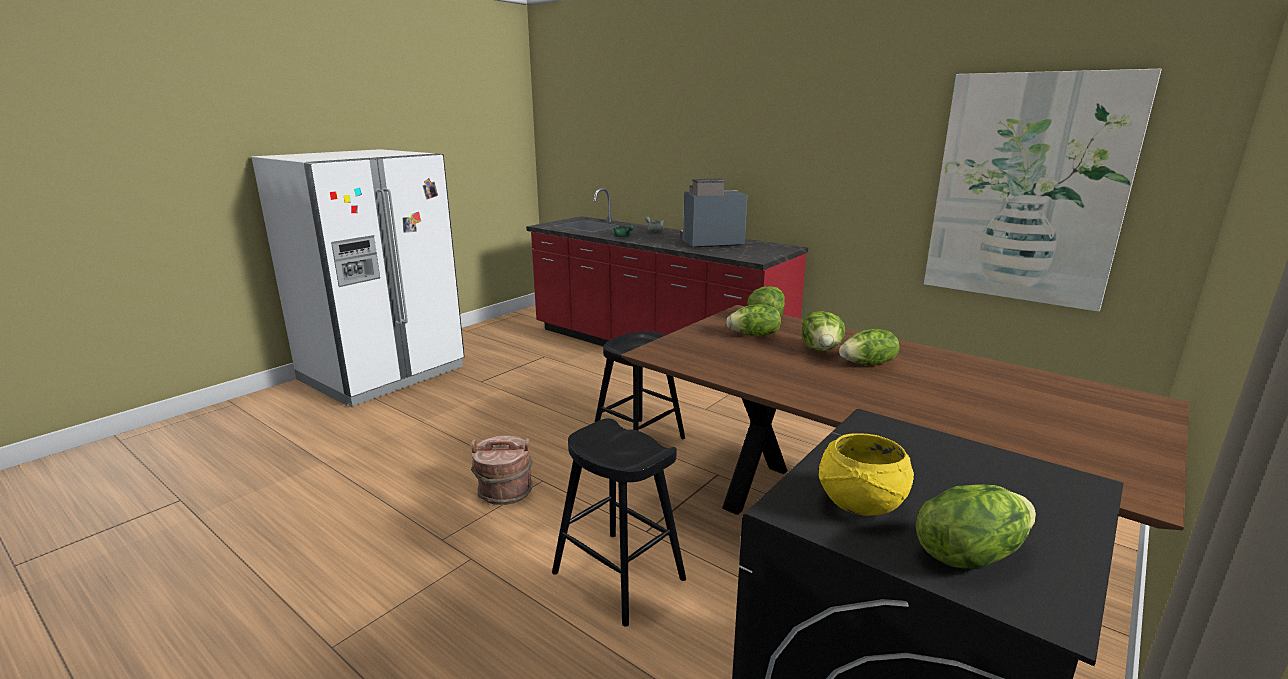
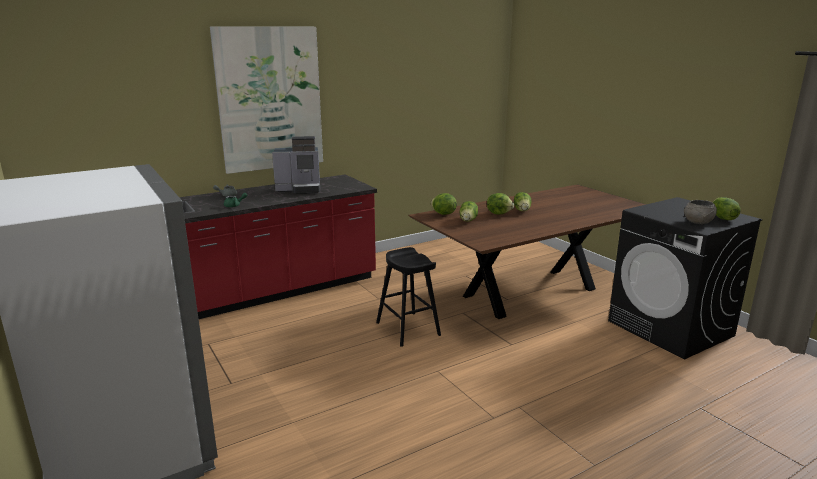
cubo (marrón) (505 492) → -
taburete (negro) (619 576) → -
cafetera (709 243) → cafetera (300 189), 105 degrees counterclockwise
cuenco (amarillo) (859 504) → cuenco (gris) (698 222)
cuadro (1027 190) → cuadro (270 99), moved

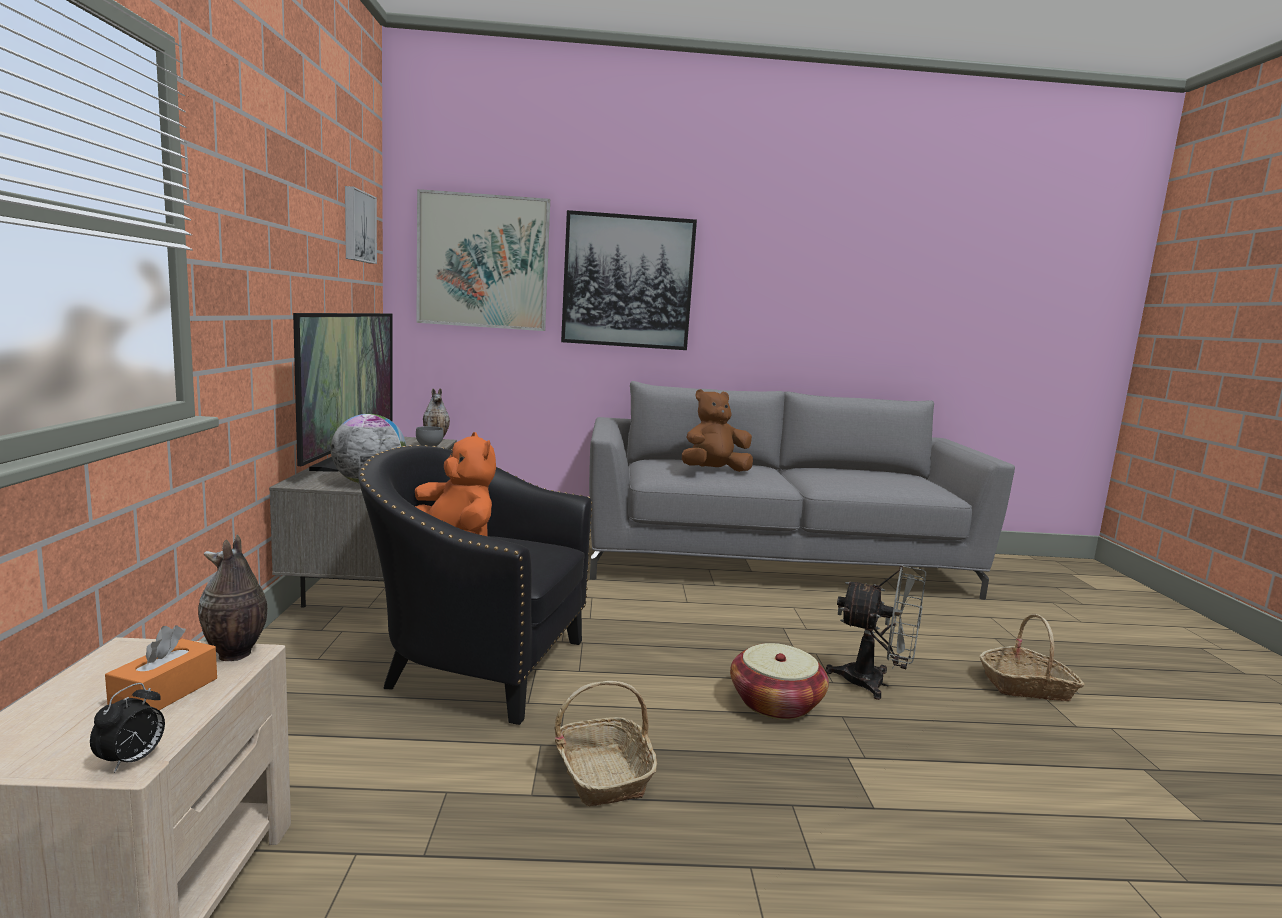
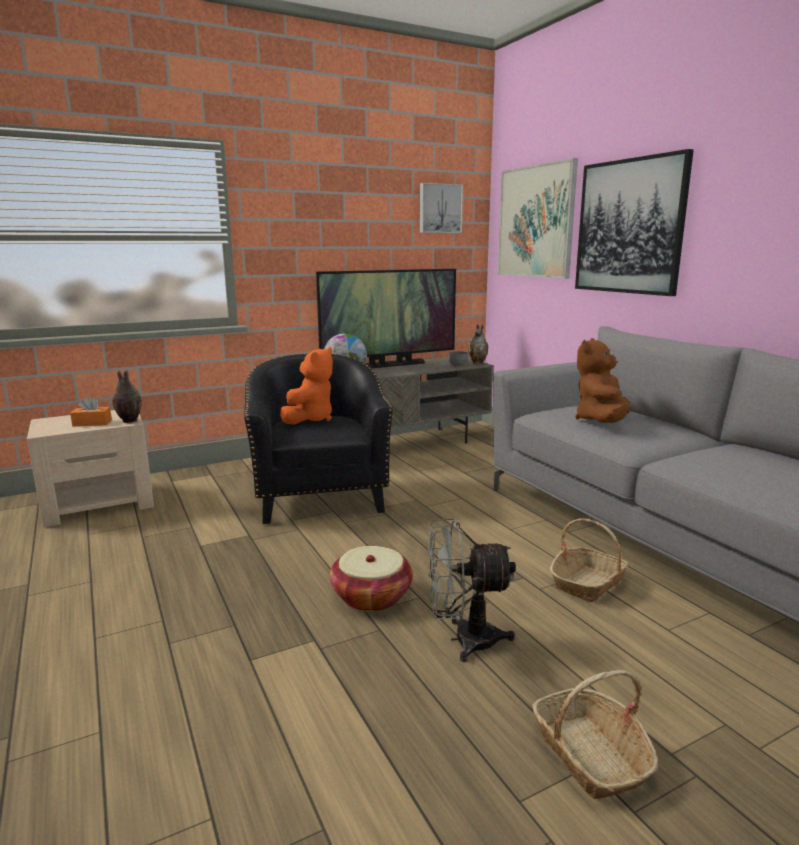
despertador (132 761) → -
cesta (602 773) → cesta (588 583), moved
peluche (marrón) (714 471) → peluche (marrón) (602 422), 105 degrees counterclockwise
ventilador (gris) (875 683) → ventilador (gris) (463 640), 90 degrees clockwise

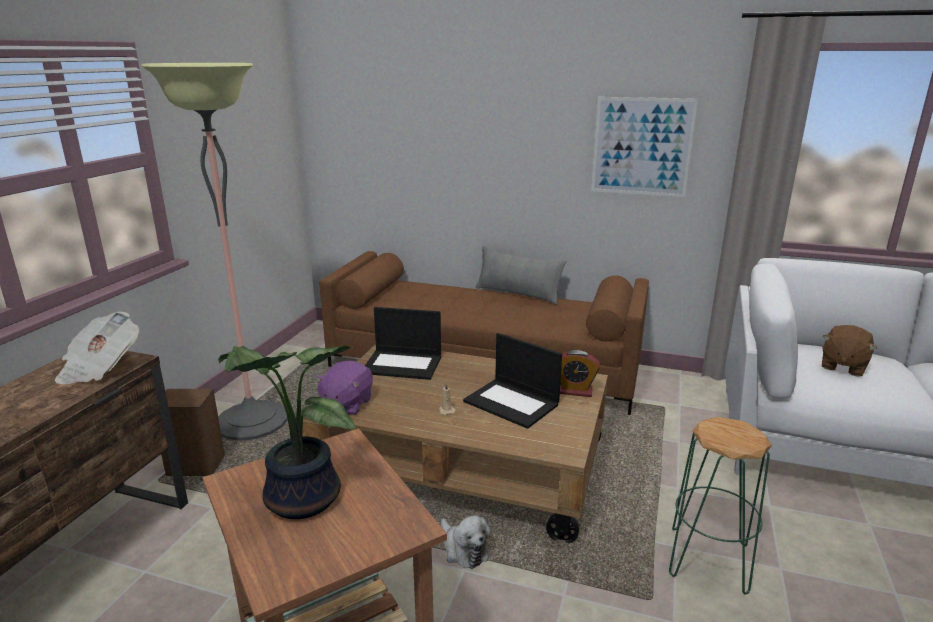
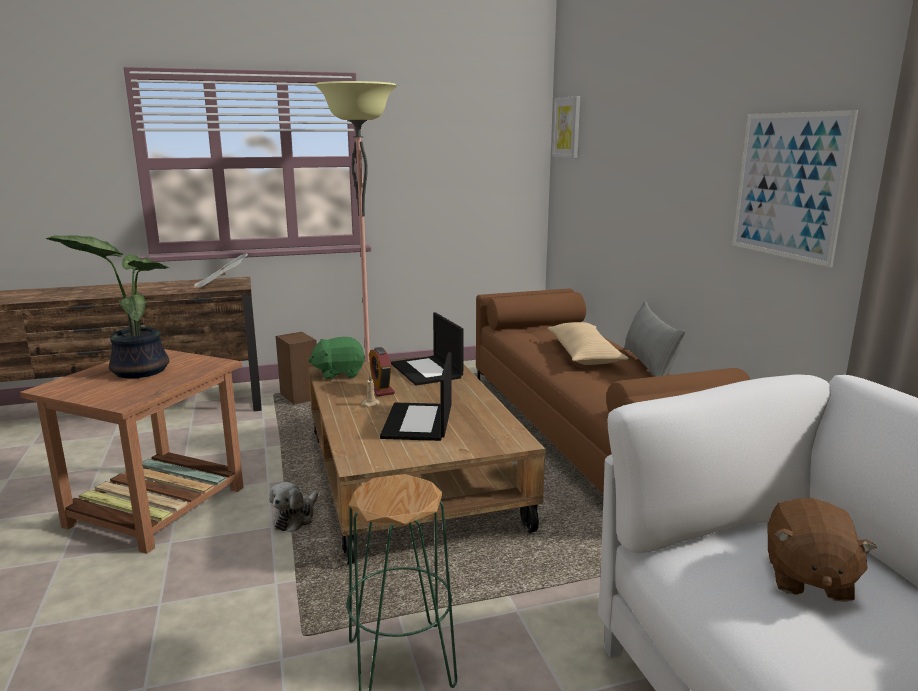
peluche (morado) (346 404) → peluche (verde) (339 373)
despertador (574 391) → despertador (381 389), moved
peluche (marrón) (842 366) → peluche (marrón) (807 578), 75 degrees counterclockwise
- → cojín (beis) (584 354)
- → cuadro (567 127)

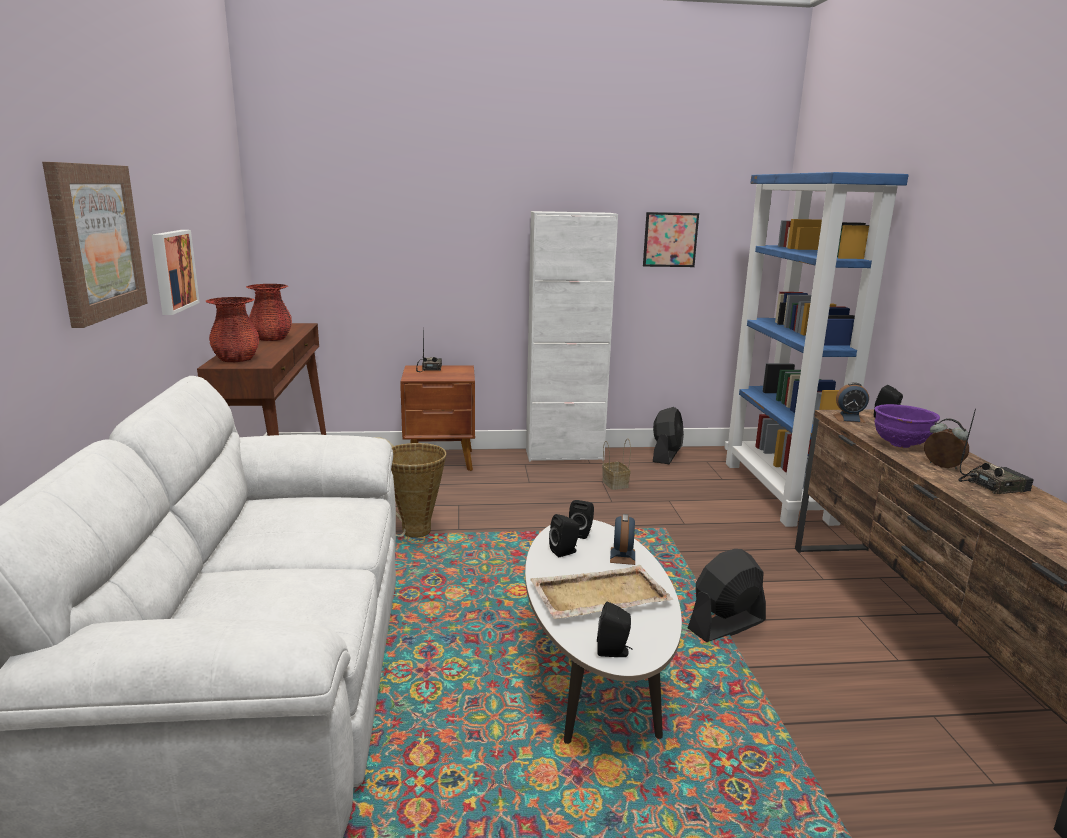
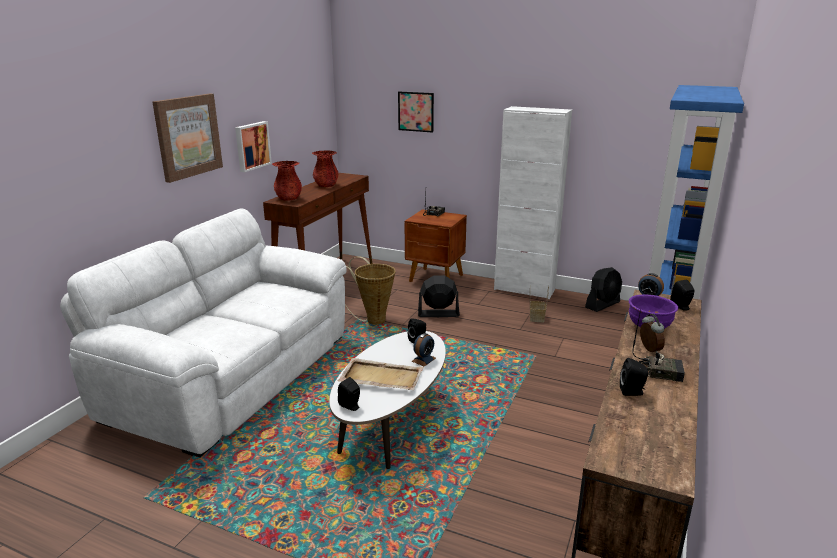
altavoz (negro) (565 552) → altavoz (negro) (632 392), moved
cuadro (670 239) → cuadro (416 111), moved
ventilador (negro) (726 625) → ventilador (negro) (438 313), moved

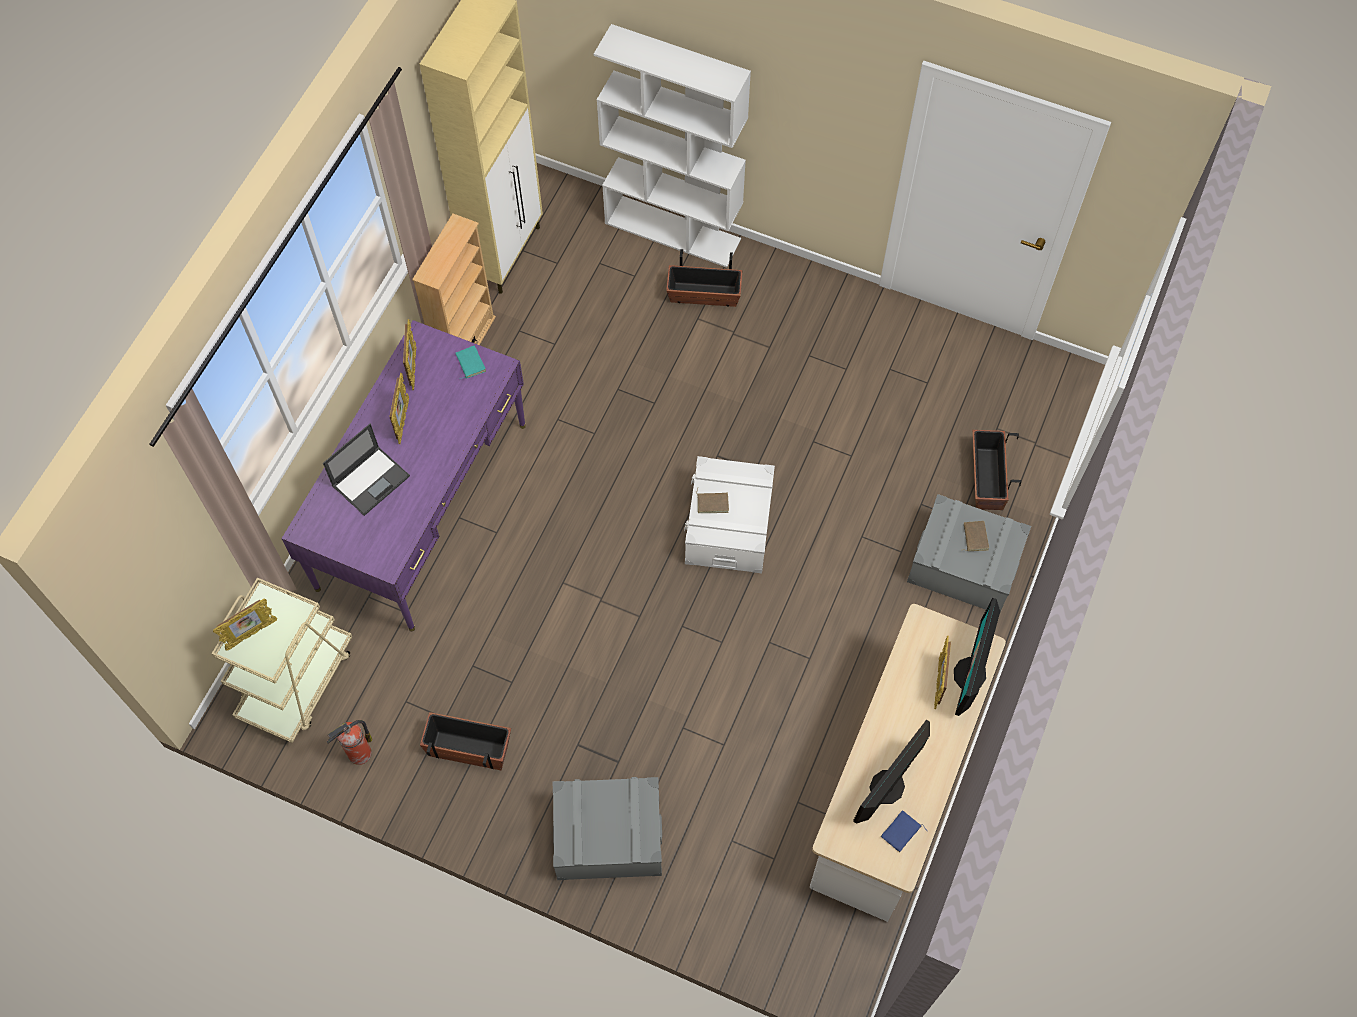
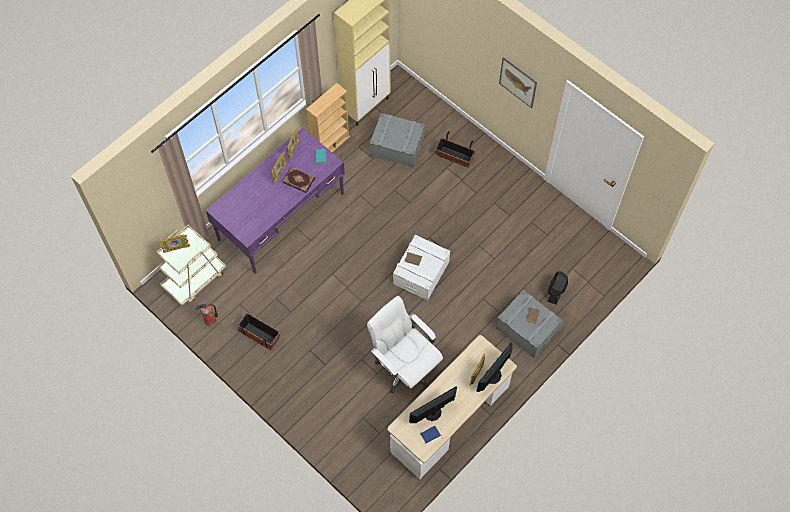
portátil (371 480) → -
caja de almacenaje (gris) (608 836) → caja de almacenaje (gris) (397 146), moved
estantería (blanco) (673 231) → -
maceta (986 478) → ventilador (negro) (556 291)
- → libro (299 180)
- → silla de oficina (blanco) (404 366)
- → cuadro (518 82)

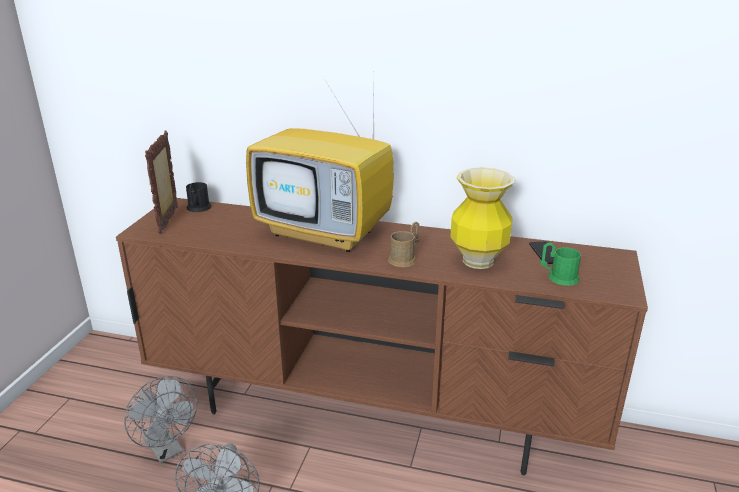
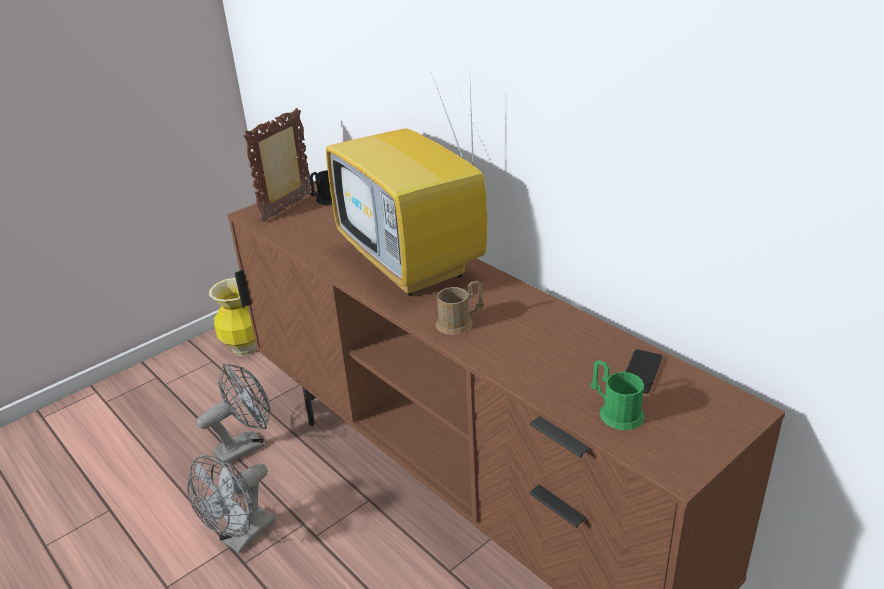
ventilador (gris) (167 450) → ventilador (gris) (246 445), 120 degrees counterclockwise
florero (478 261) → florero (244 348), moved

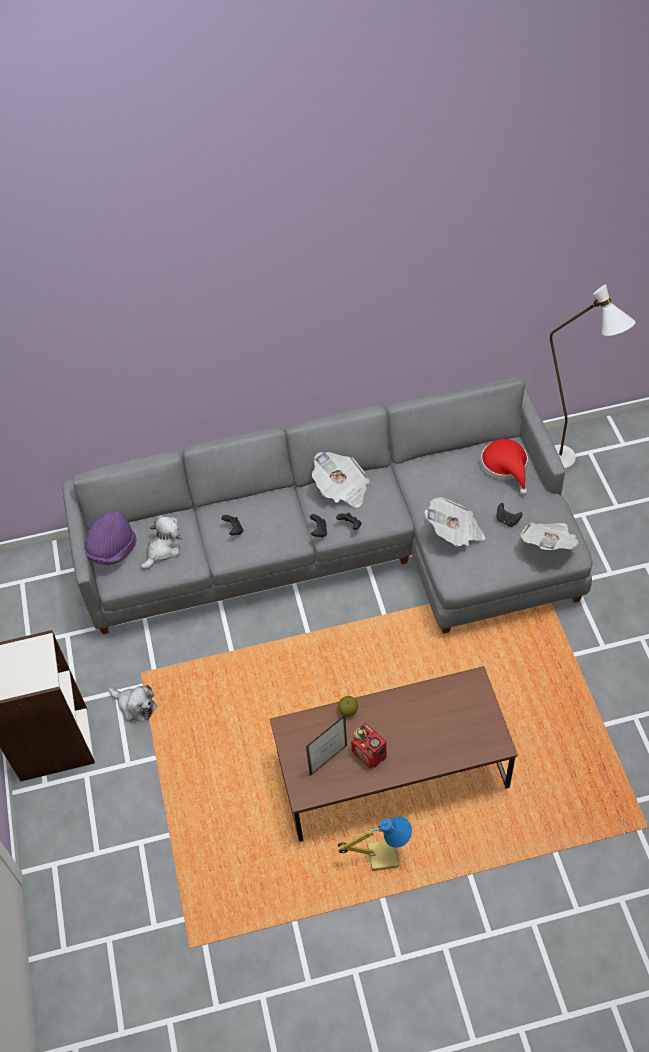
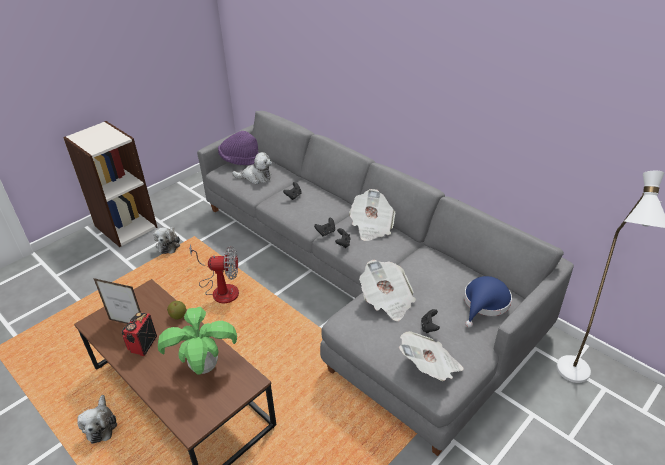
lámpara de mesa (382 855) → peluche (100 425)
sombrero (rojo) (506 466) → sombrero (azul) (485 303)
- → planta en maceta (205 367)
- → ventilador (220 289)

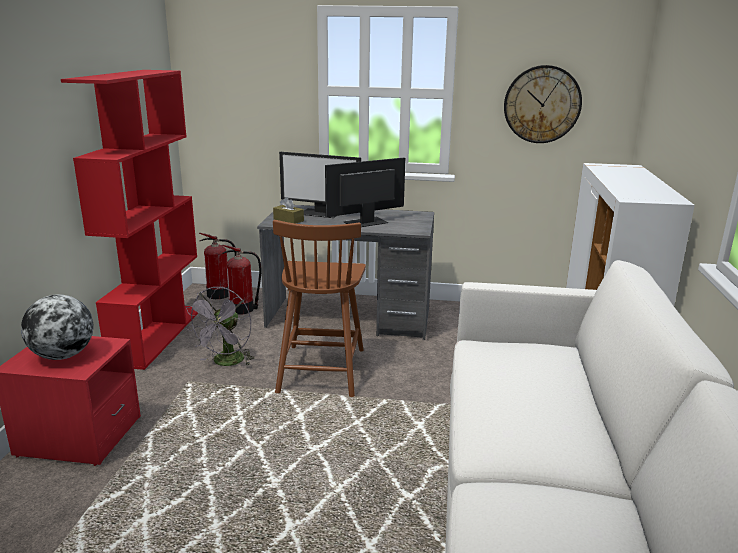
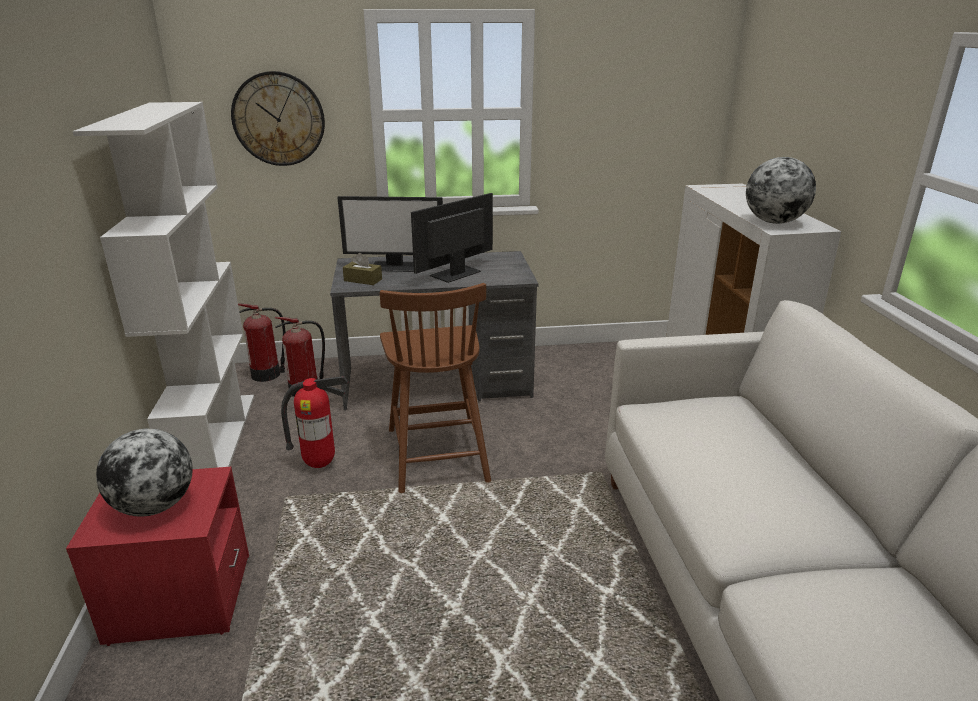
estantería (rojo) (157 334) → estantería (blanco) (214 440)
ventilador (gris) (226 363) → extintor (320 464)
reloj de pared (542 104) → reloj de pared (278 119), moved
- → globo terráqueo (774 222)

